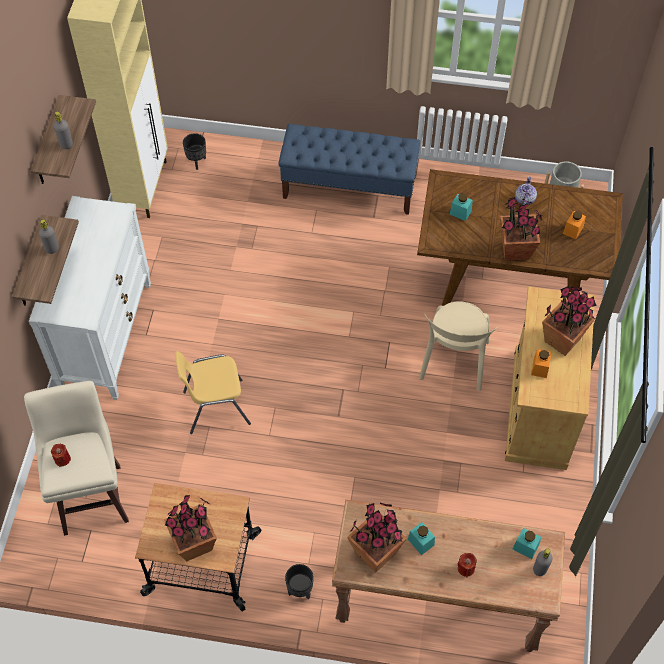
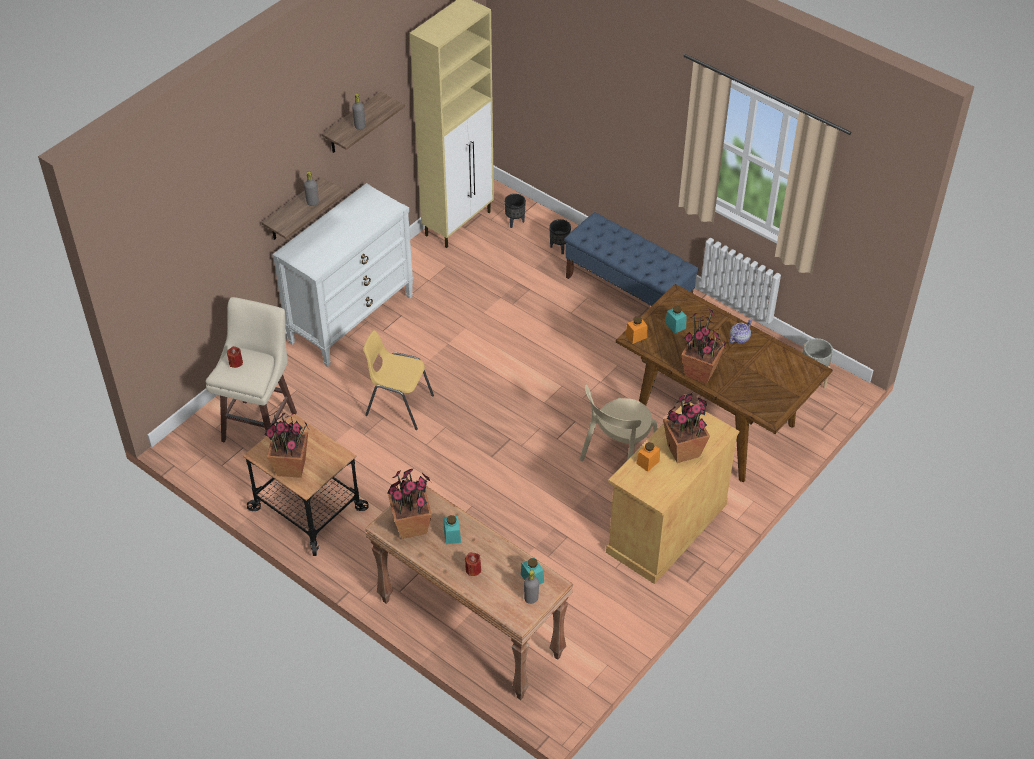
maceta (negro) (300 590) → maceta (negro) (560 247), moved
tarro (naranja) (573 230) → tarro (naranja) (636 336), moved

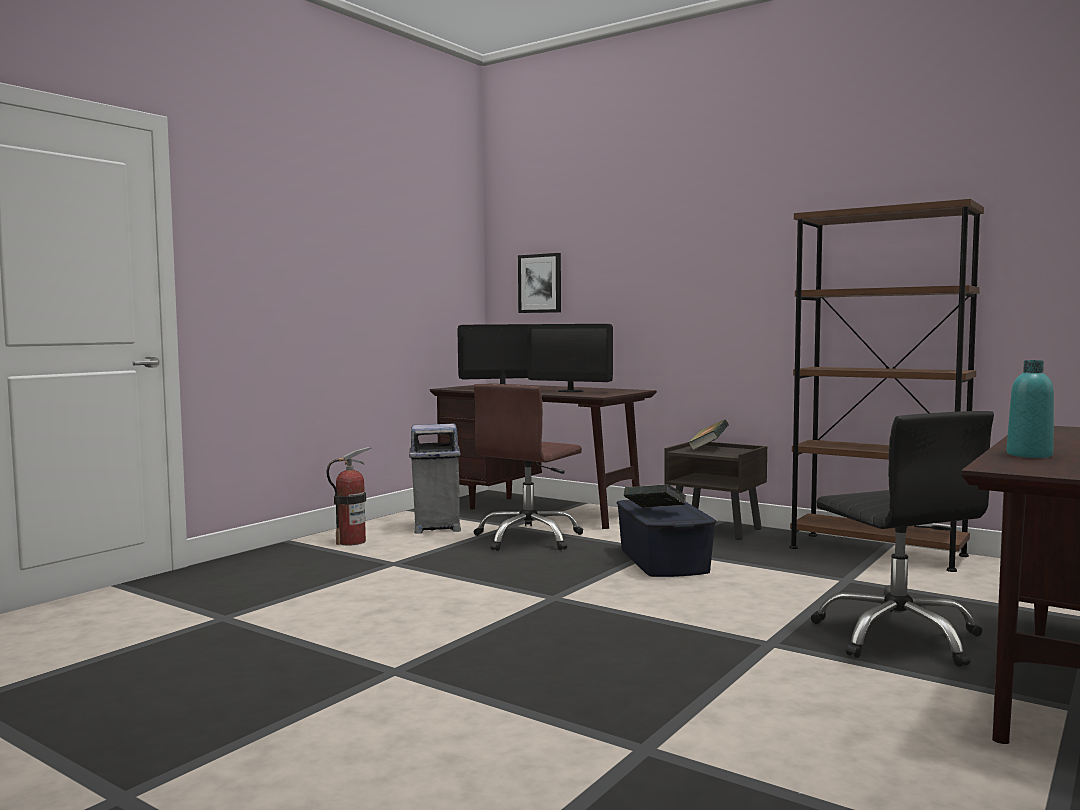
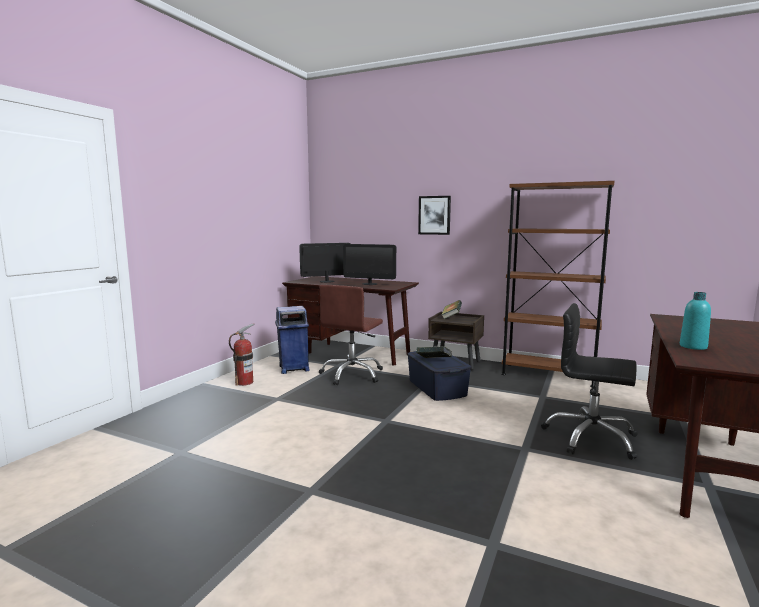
papelera (gris) (436 527) → papelera (azul) (293 368)
cuadro (540 283) → cuadro (434 215), moved
silla de oficina (negro) (898 637) → silla de oficina (negro) (590 438), 150 degrees clockwise

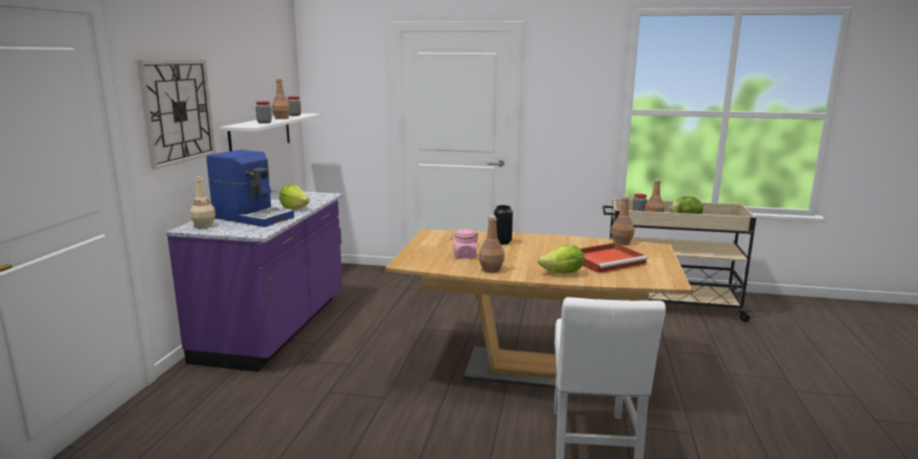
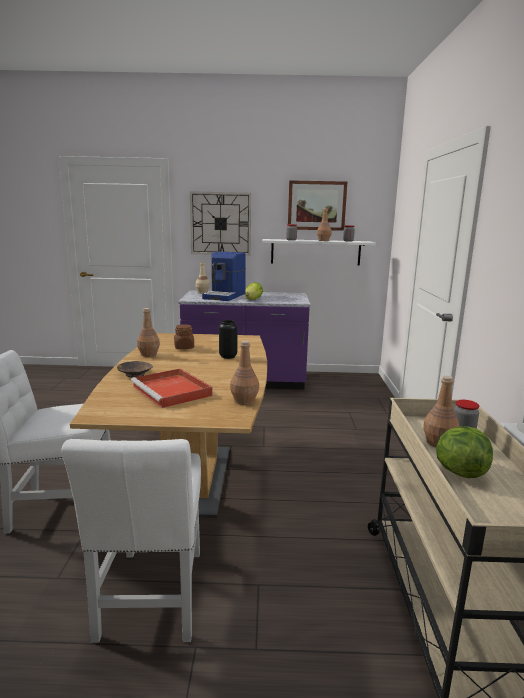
tarro (rosa) (464 256) → tarro (marrón) (184 347)
lechuga (563 273) → cuenco (marrón) (135 374)
- → silla (blanco) (152 599)
- → cuadro (316 205)

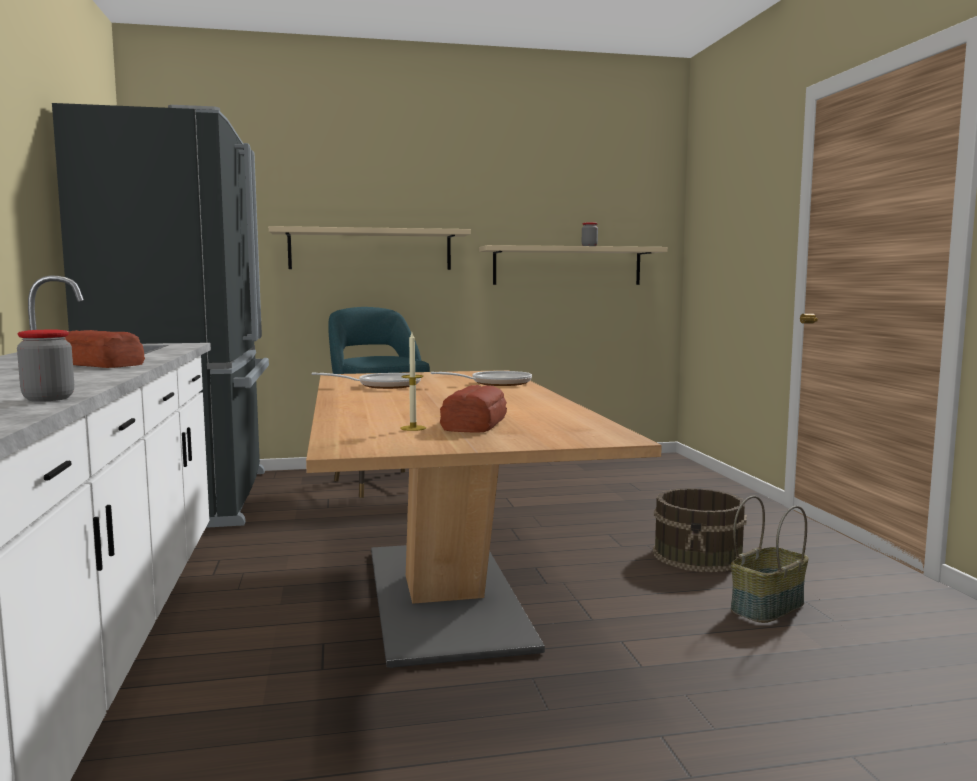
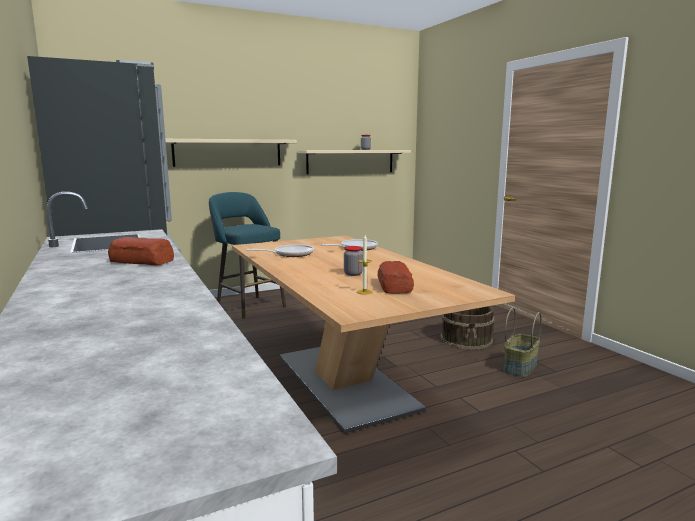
tarro (48 399) → tarro (353 274), moved

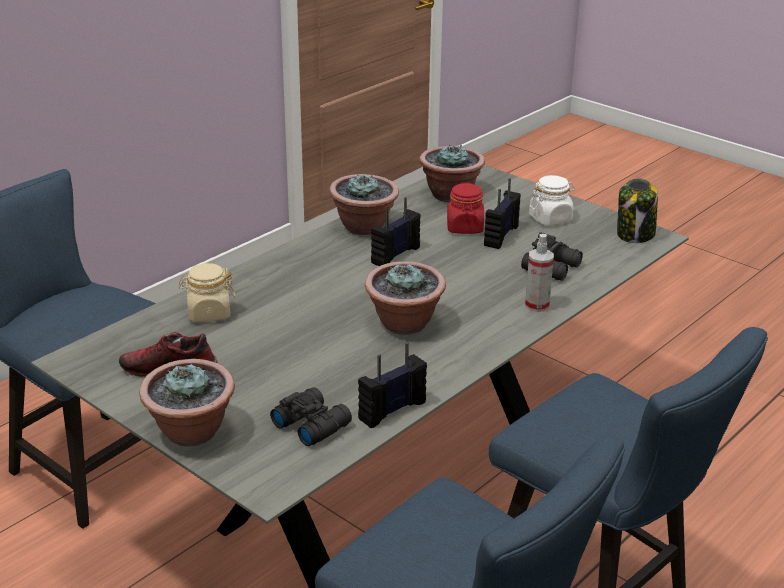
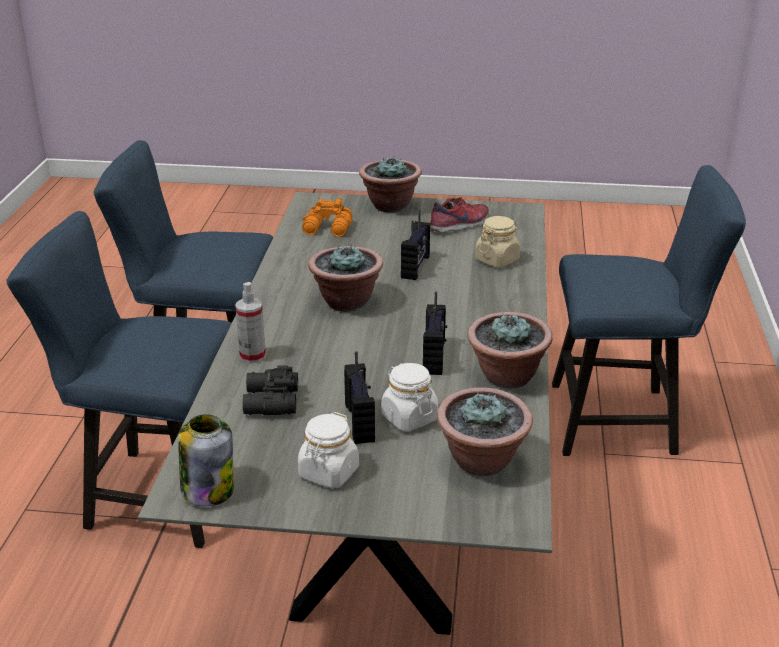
prismáticos (negro) (311 424) → prismáticos (naranja) (328 229)
radio (391 410) → radio (416 267), moved
tarro (rojo) (465 228) → tarro (blanco) (409 418)

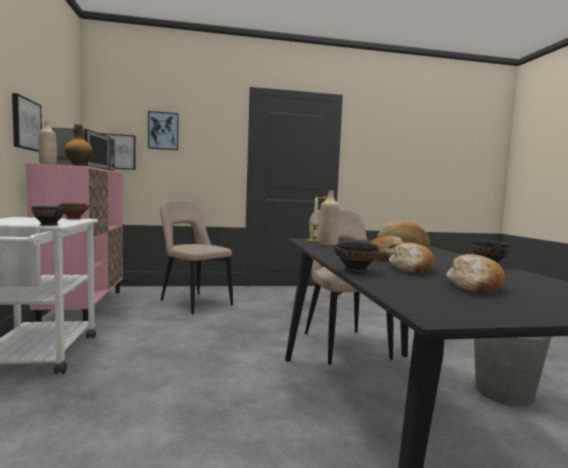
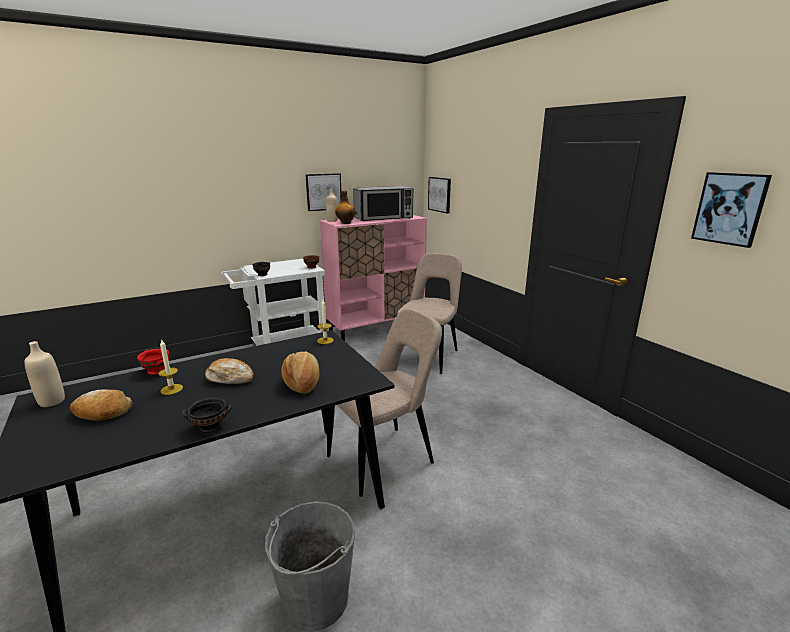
cuadro (163 131) → cuadro (729 208), moved
botella (beis) (328 244) → botella (beis) (52 401), moved
cuenco (negro) (354 271) → cuenco (rojo) (157 370)
pan (411 268) → vela (171 389)

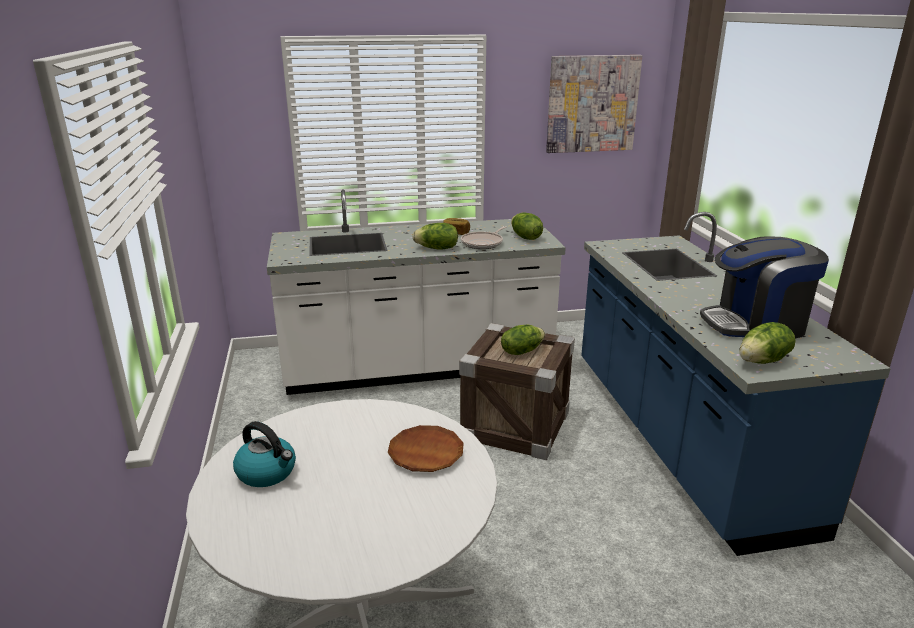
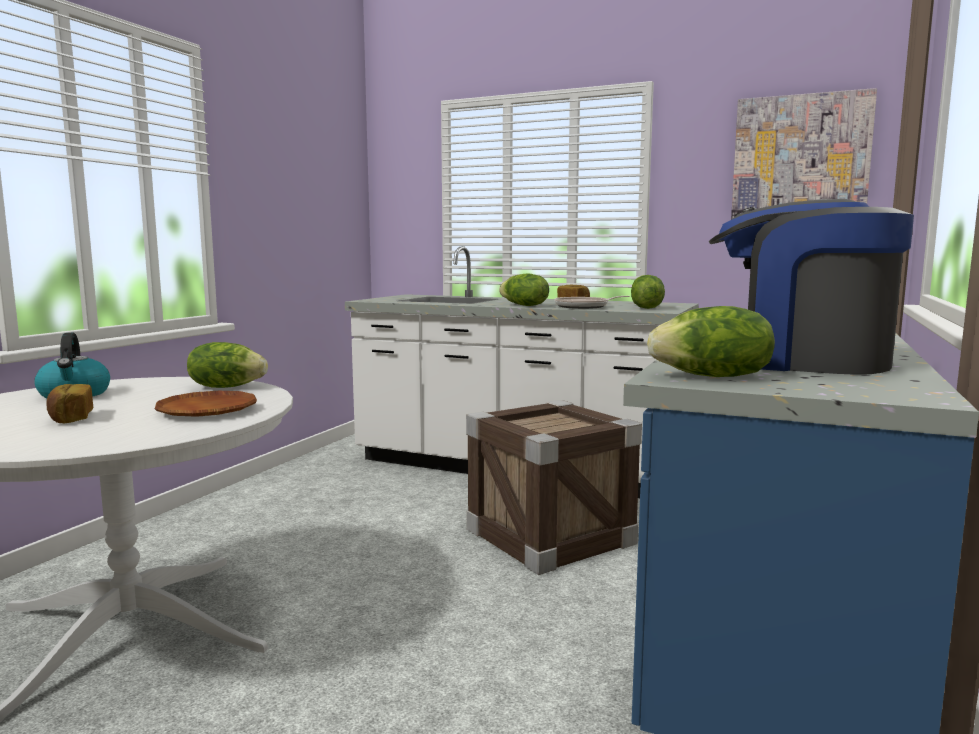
lechuga (521 351) → lechuga (227 387), moved
- → pan (70 418)

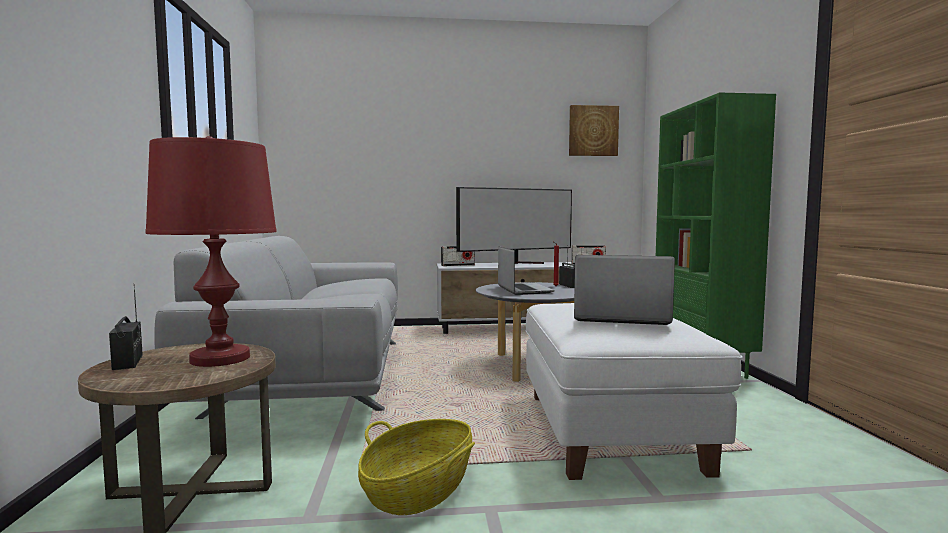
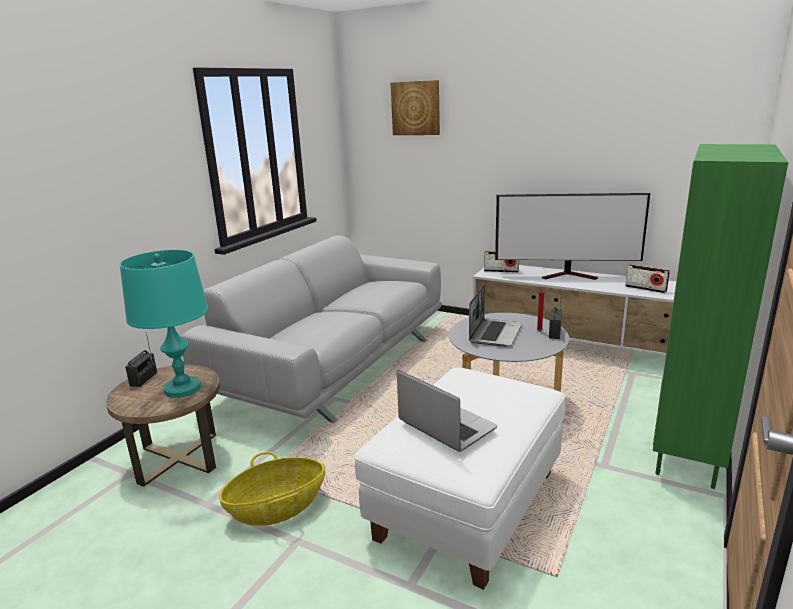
lámpara de mesa (rojo) (220 358) → lámpara de mesa (turquesa) (183 388)
cuadro (593 131) → cuadro (416 108), moved

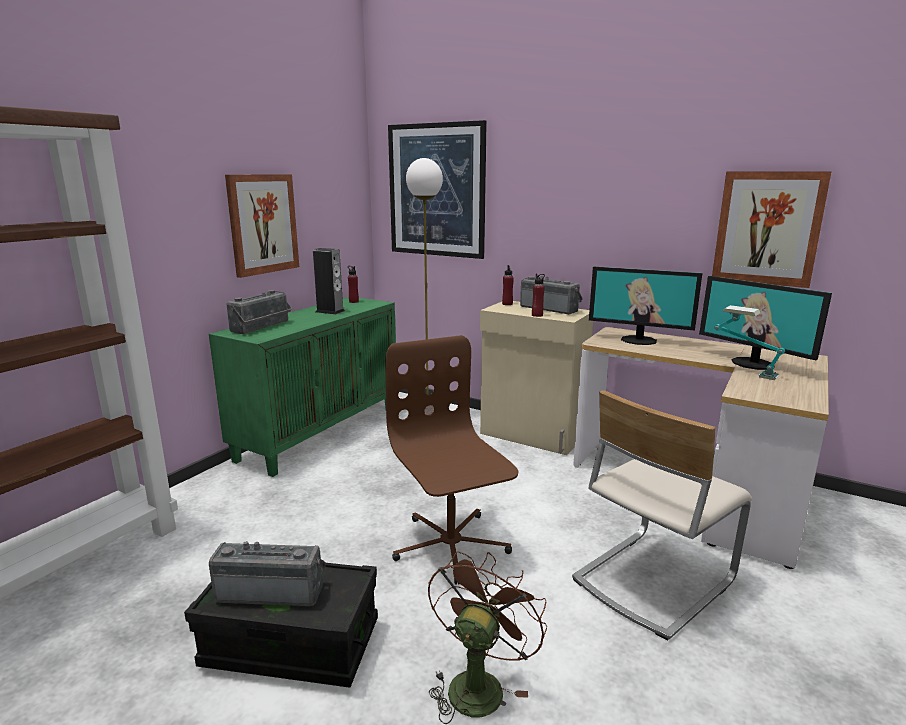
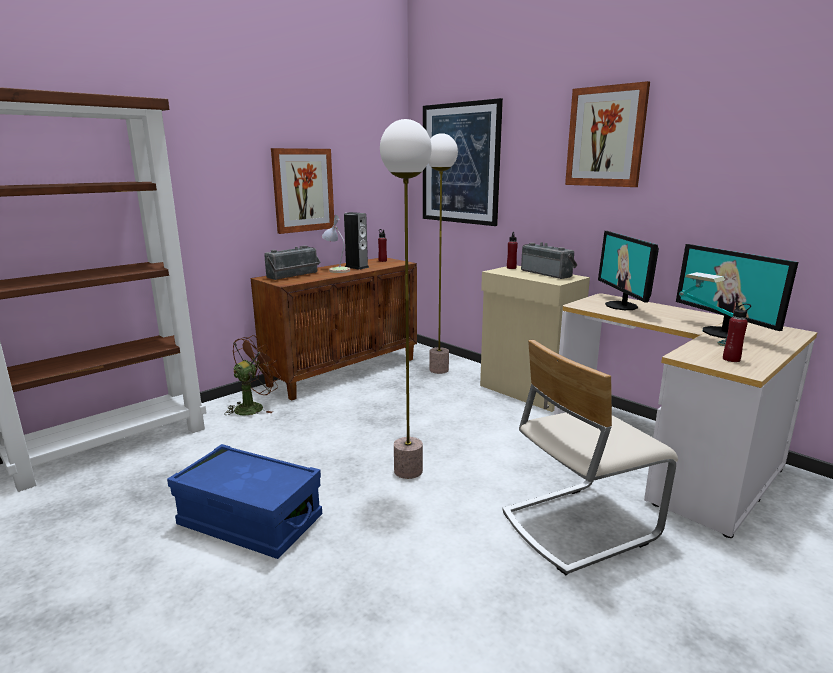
caja de almacenaje (negro) (291 644) → caja de almacenaje (azul) (250 522)
armario (verde) (320 433) → armario (marrón) (344 371)
radio (272 591) → -
silla de oficina (marrón) (450 546) → lámpara de pie (408 470)
ventilador (marrón) (478 683) → ventilador (marrón) (254 407), moved
botella (rojo) (537 315) → botella (rojo) (731 359), moved
monitor (639 340) → monitor (622 306), 45 degrees clockwise
cuadro (767 228) → cuadro (606 137), moved
- → lámpara de mesa (336 270)

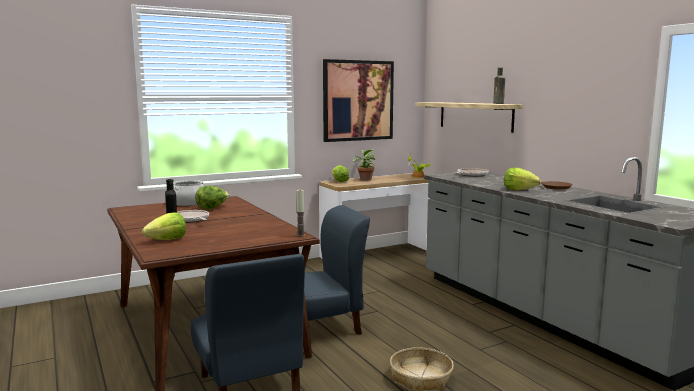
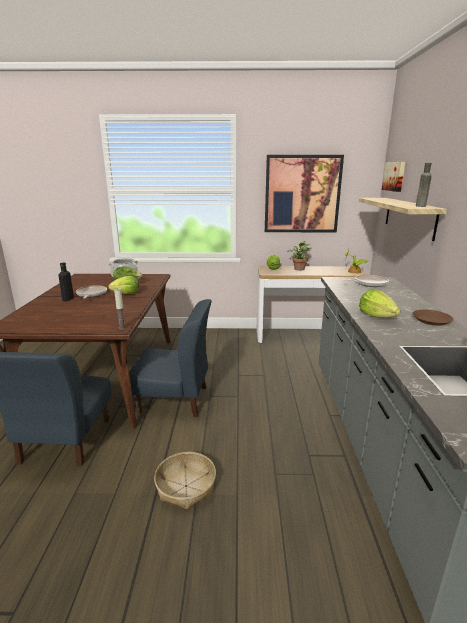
lechuga (167 240) → lechuga (126 294), moved
- → cuadro (394 176)

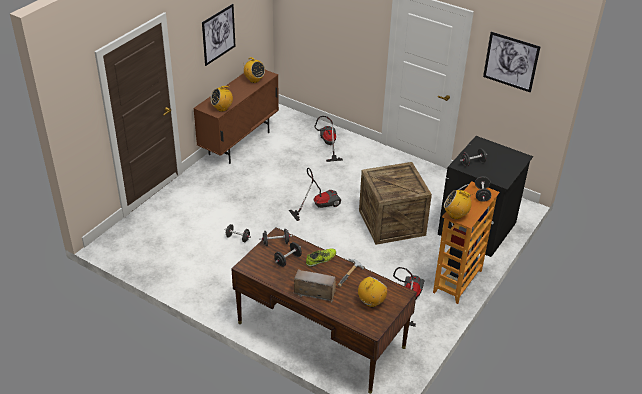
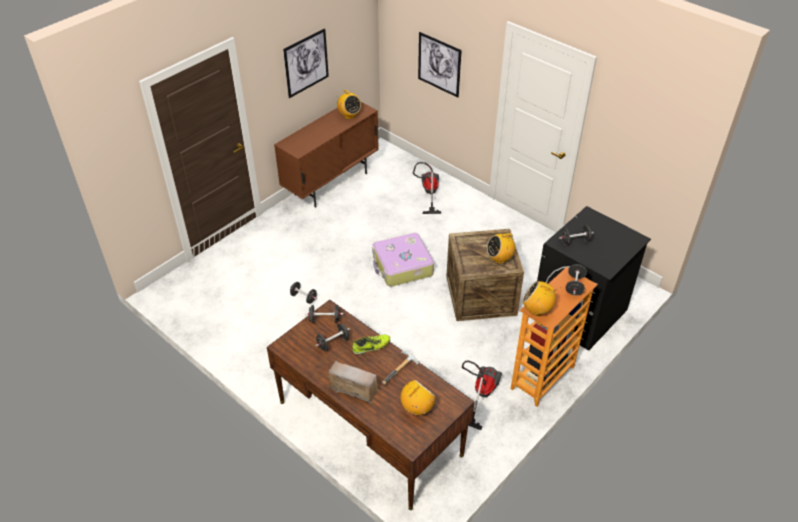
radio (222 108) → radio (499 258), moved
aspiradora (318 205) → maleta (402 266)
cuadro (511 61) → cuadro (439 64), moved

